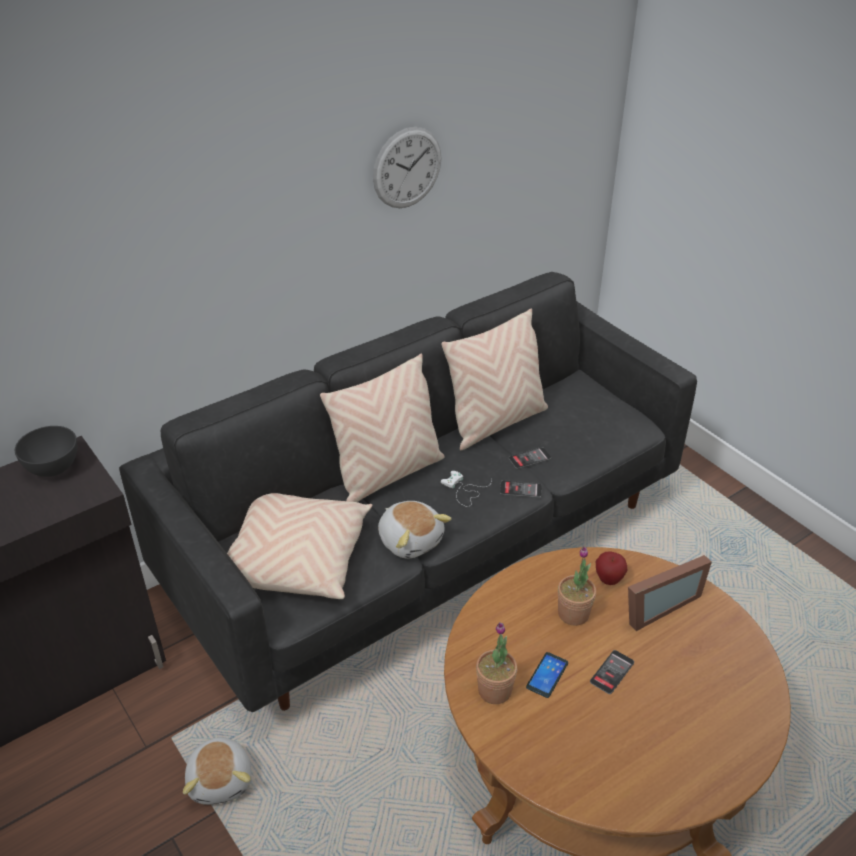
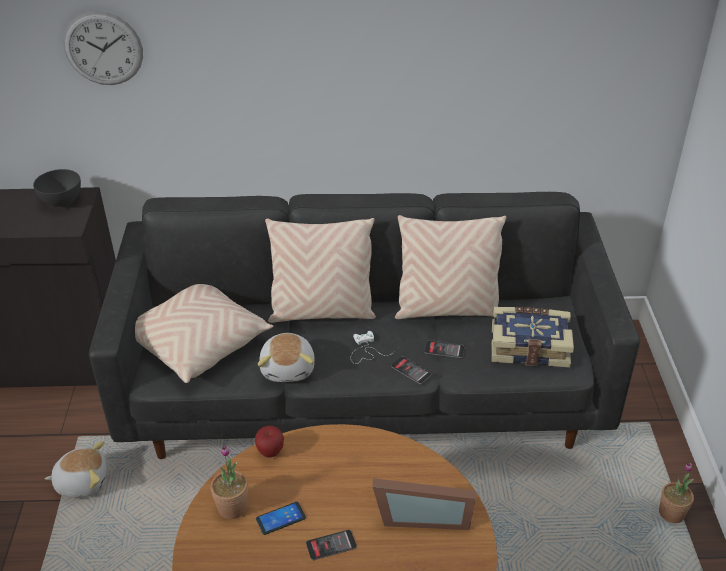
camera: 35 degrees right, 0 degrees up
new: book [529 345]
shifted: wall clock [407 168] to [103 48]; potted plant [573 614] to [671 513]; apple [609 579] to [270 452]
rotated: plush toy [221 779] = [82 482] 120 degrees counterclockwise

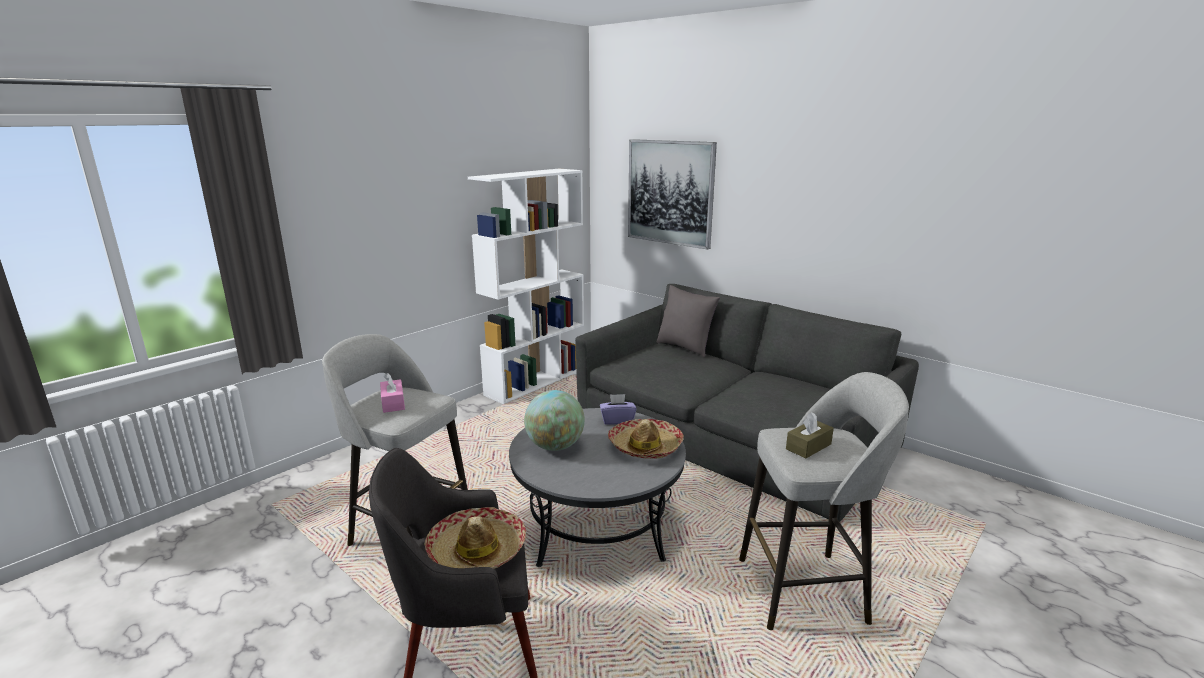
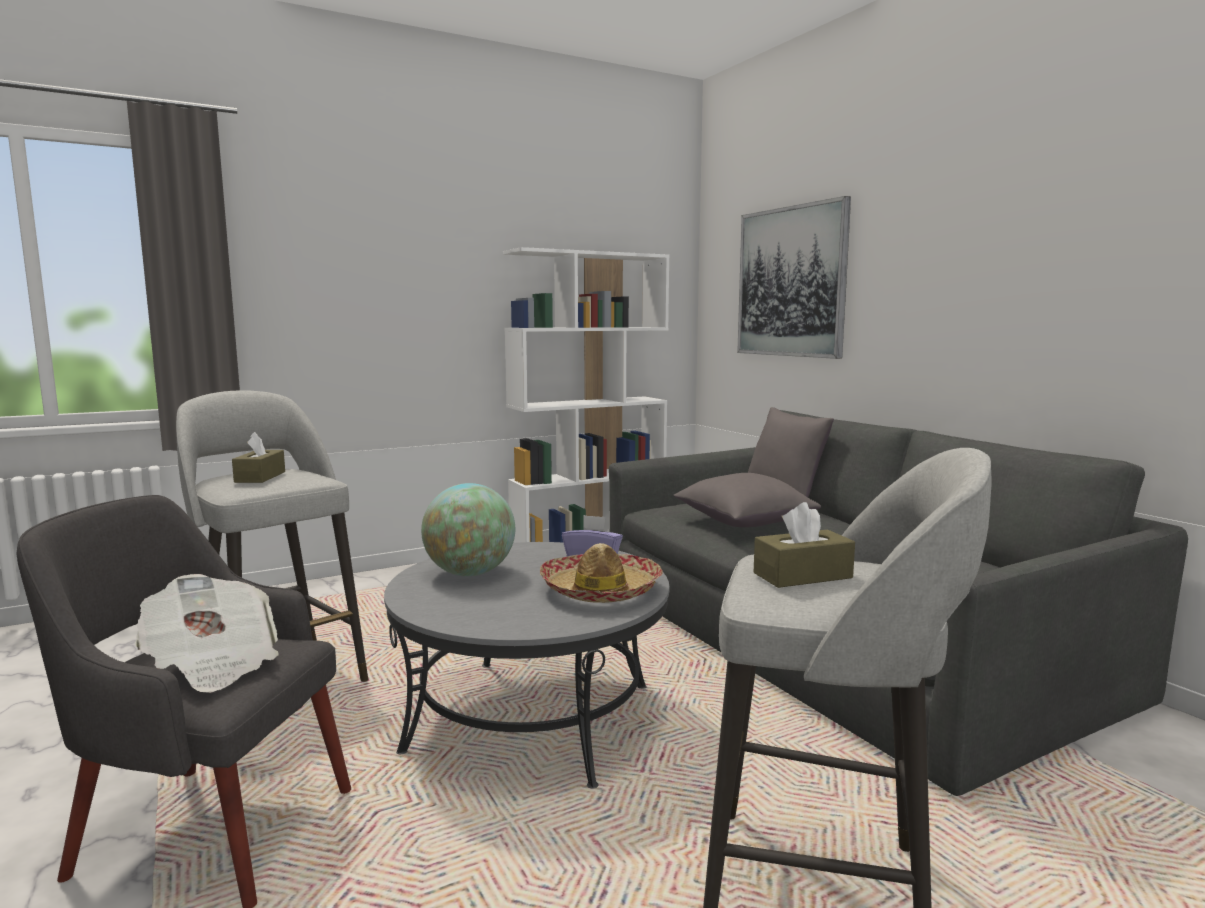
camera: 20 degrees right, 10 degrees down
new: pillow/grey [744 523]
swapped: hat [476 550] to newspaper [213 663]
repainted: tissue box/pink [393 403] to tissue box/brown [260 477]

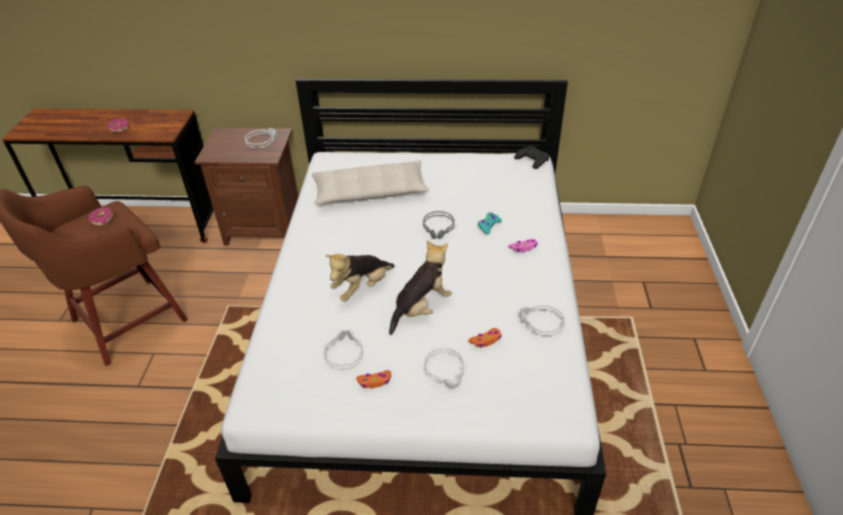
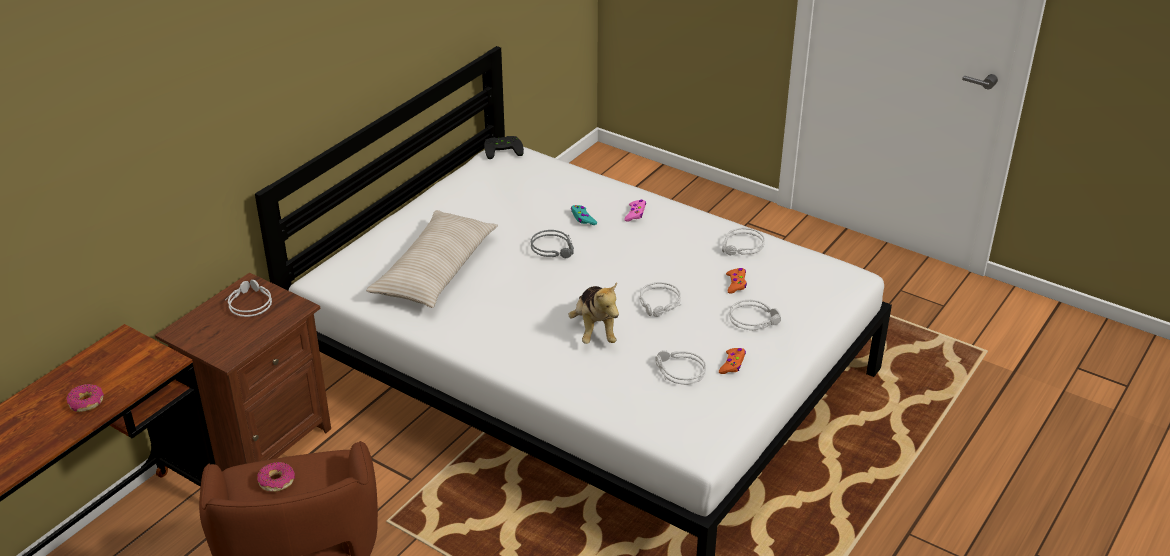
camera: 60 degrees left, 5 degrees down
swapped: plush toy [421 308] to headphones/grey [660 304]

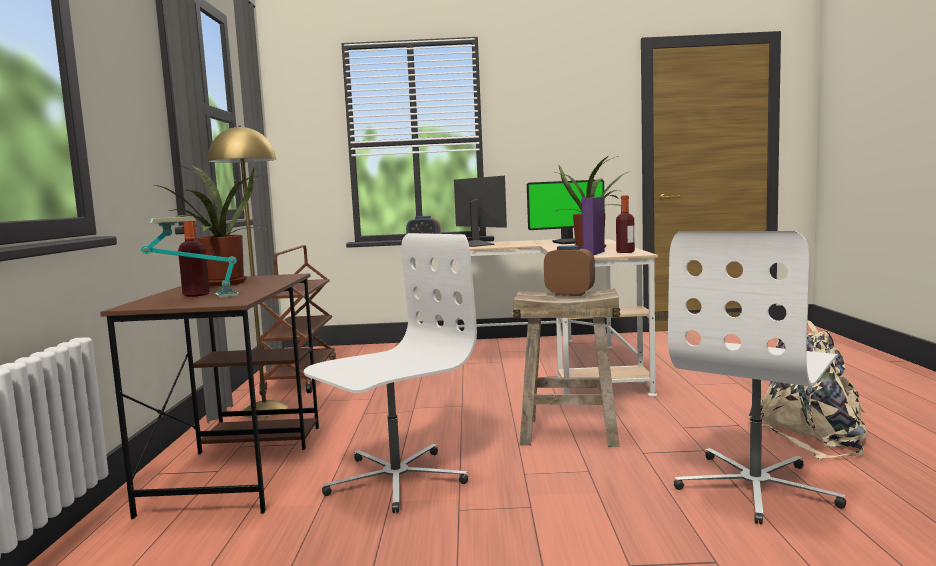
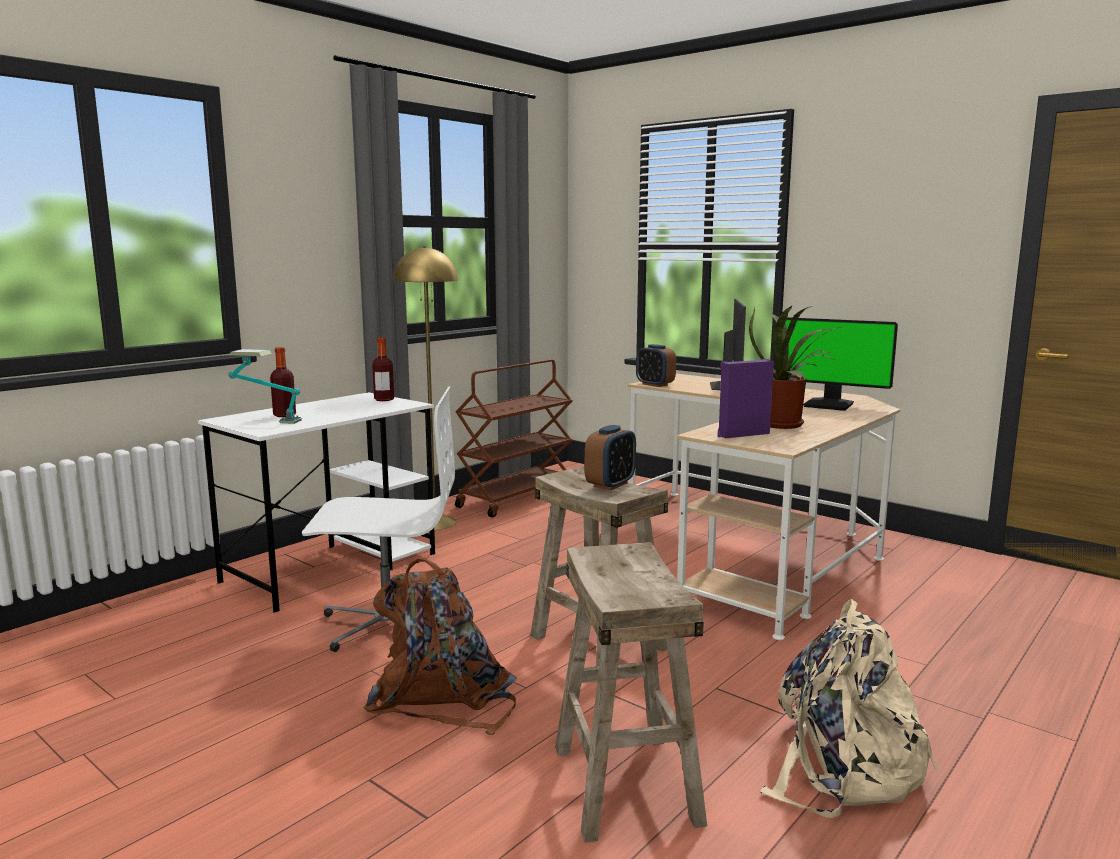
camera: 40 degrees right, 5 degrees up
gone: potted plant [220 284]
new: backpack/brown [443 698]
shifted: bottle [625 252] to [384 399]
swapped: office chair/white [756 487] to stool/beige [624 783]
repainted: desk/brown [240 465] to desk/white [332 567]
rotated: alarm clock [570 294] = [610 485] 60 degrees clockwise

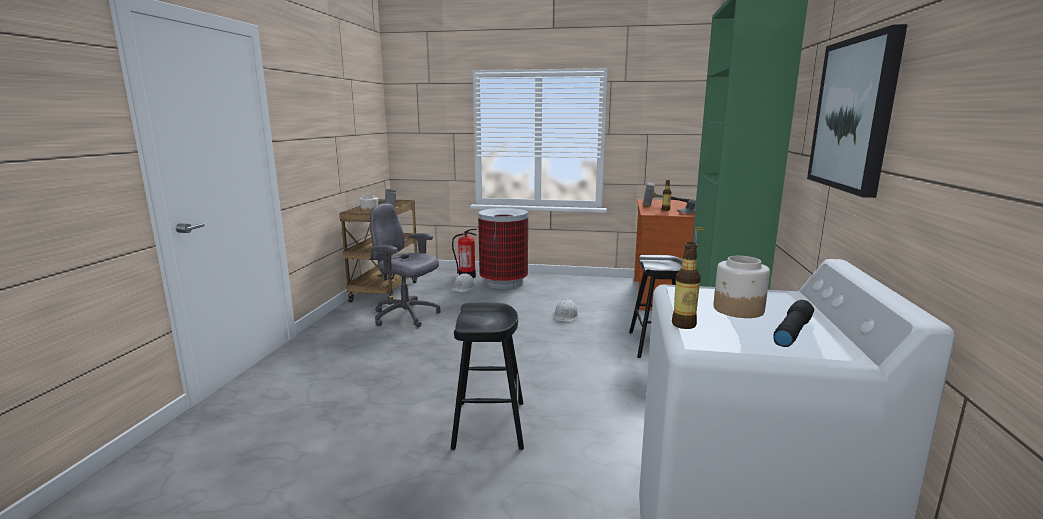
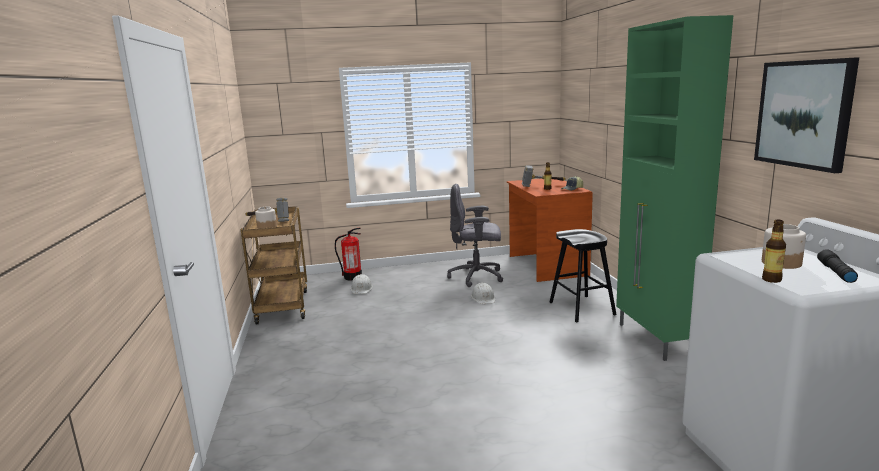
camera: 20 degrees left, 0 degrees up
gone: stool/black [489 424]; trash can [503 283]
shifted: office chair/grey [406 316] to [477 277]

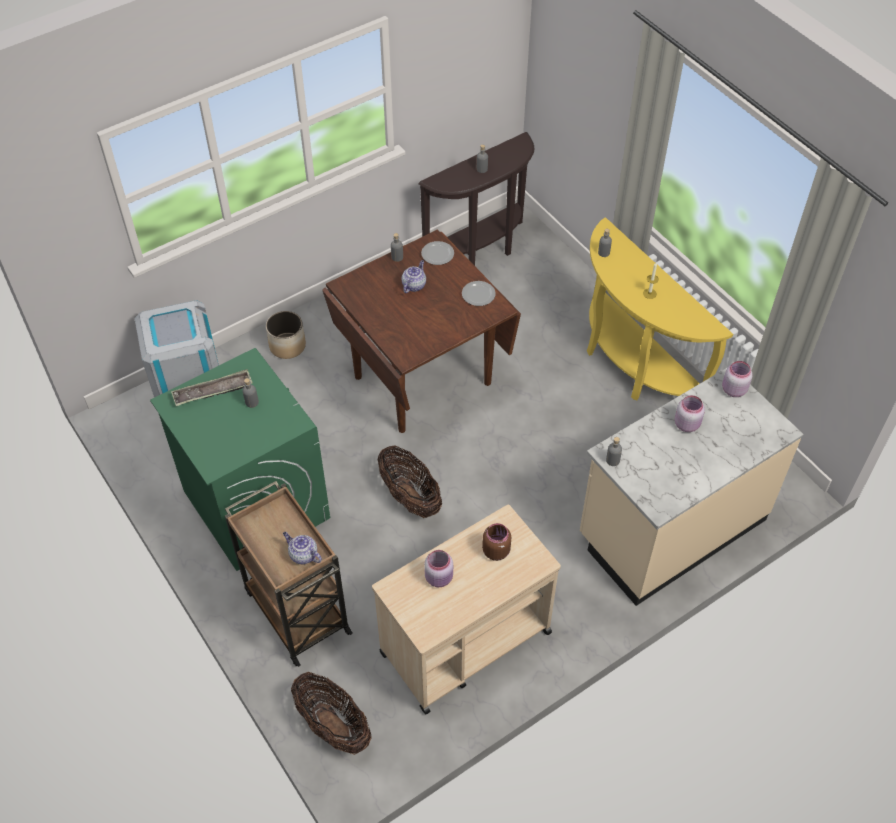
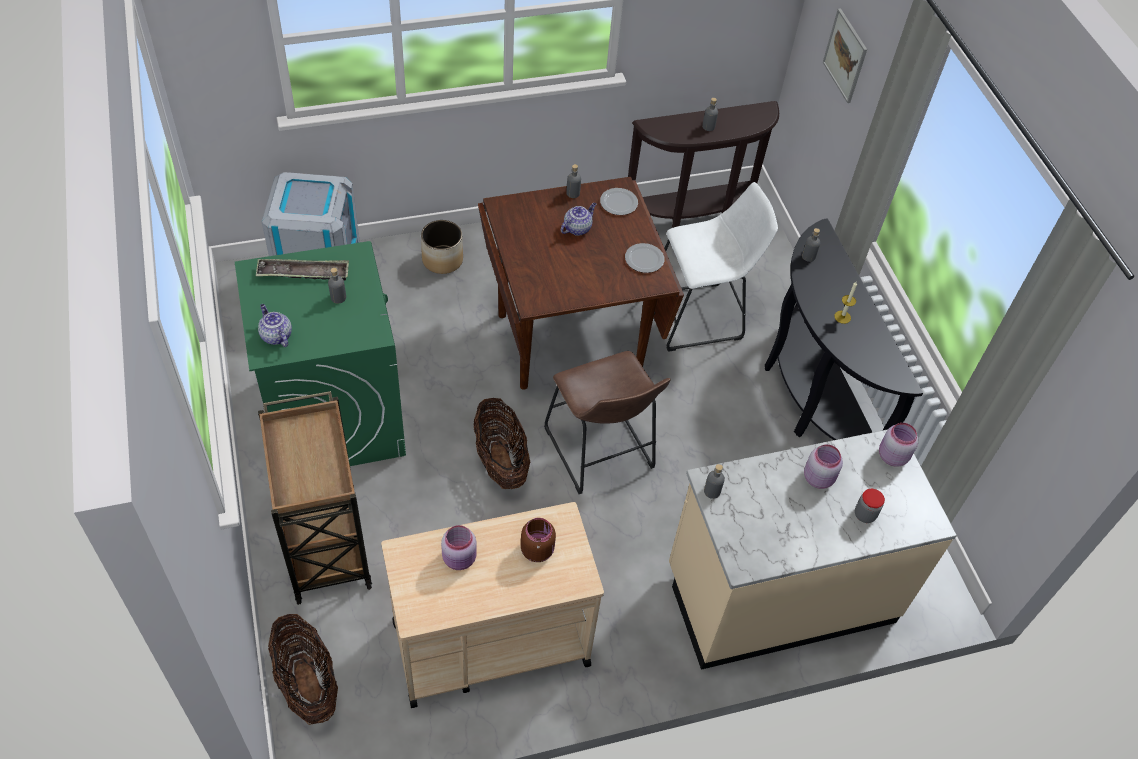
camera: 15 degrees right, 0 degrees up
new: stool/brown [600 454]; stool/white [700 316]; picture [845 55]; jar [864 515]
shifted: teapot [302 555] to [276 336]
repainted: console table/yellow [631 363] to console table/black [809 394]

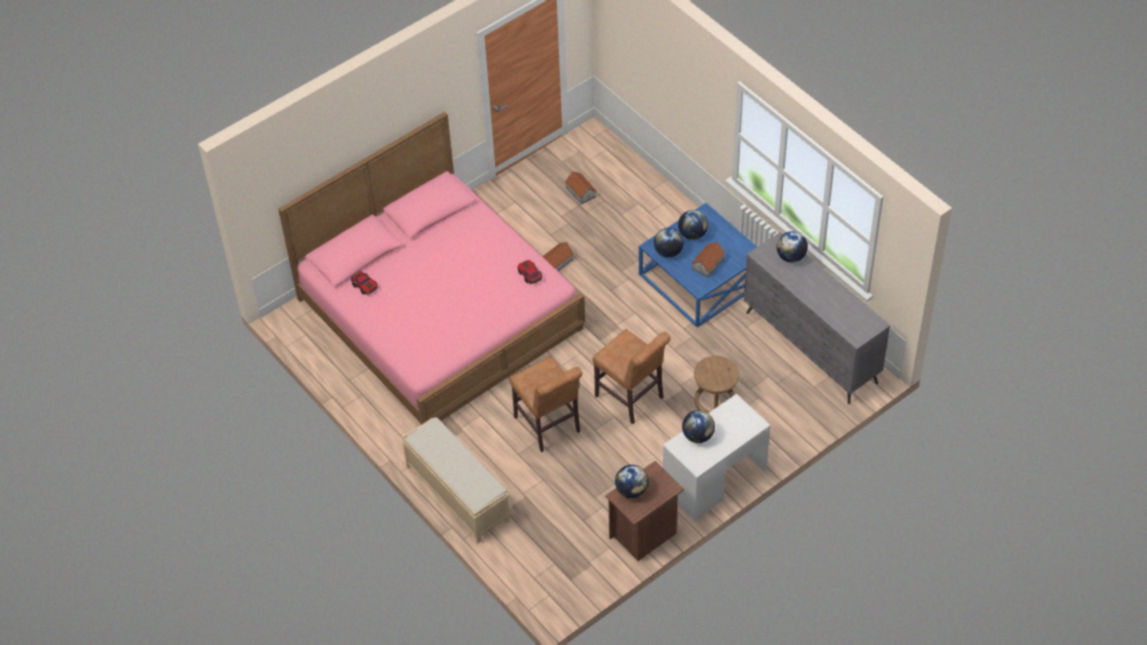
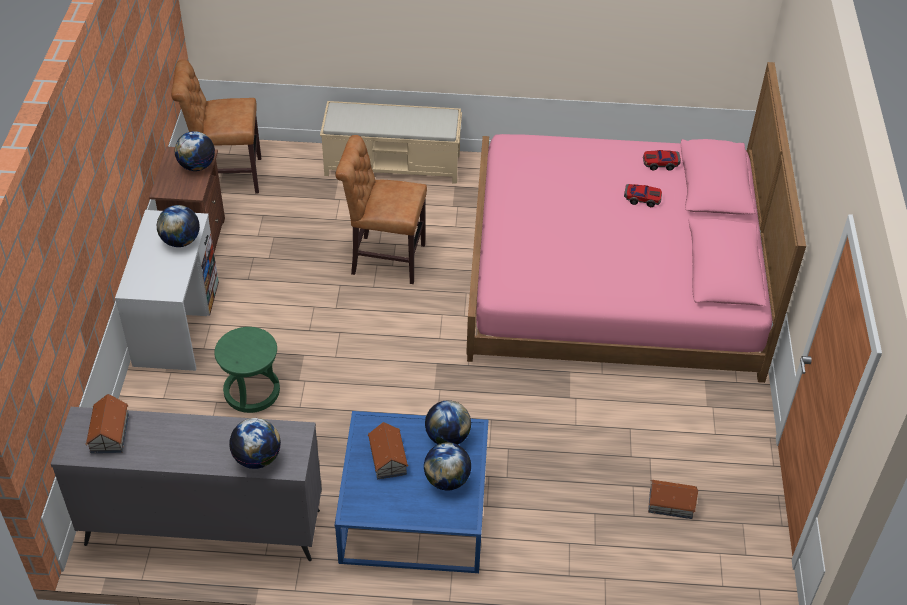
camera: 130 degrees right, 5 degrees down
shifted: toy car [530 275] to [642 198]; toy house [556 262] to [110 433]; chair/brown [631 399] to [225 176]
repainted: stool/brown [715 401] to stool/green [251 391]

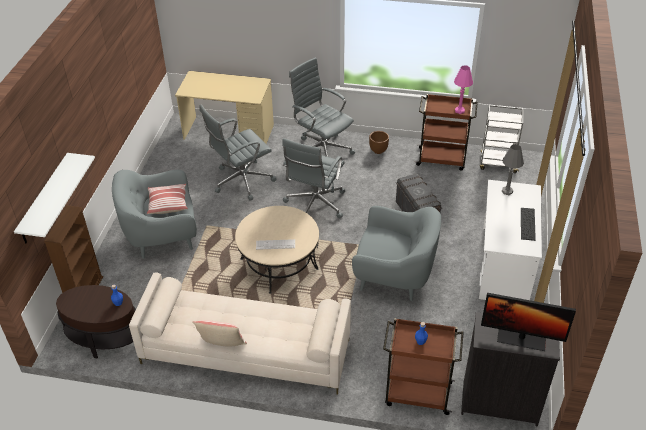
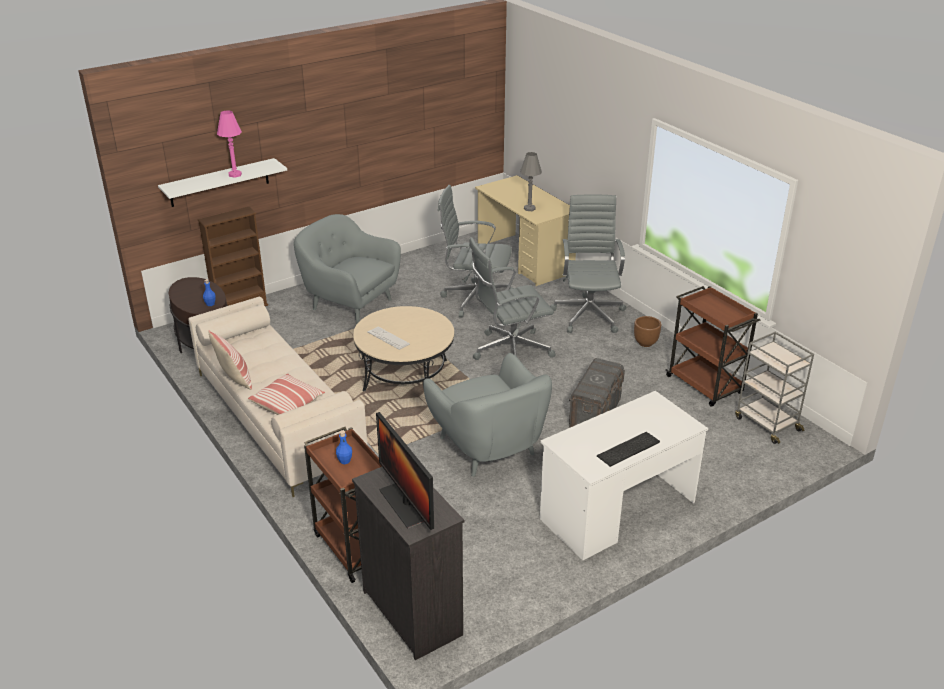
camera: 45 degrees right, 10 degrees down
shifted: pillow [168 204] to [288 404]; table lamp/pink [459 111] to [235 175]; table lamp/grey [507 191] to [529 209]

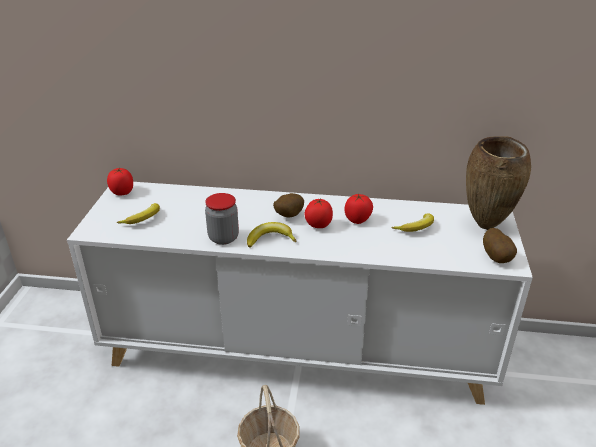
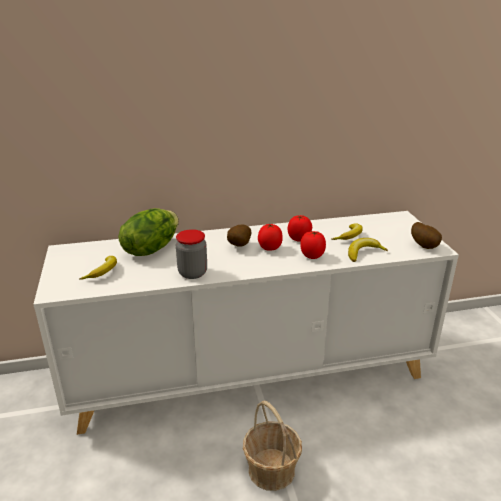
camera: 20 degrees left, 5 degrees down
gone: vase/brown [487 226]
new: lettuce [151 248]
shifted: tomato [122 192] to [312 256]; banana [270 239] to [363 253]

